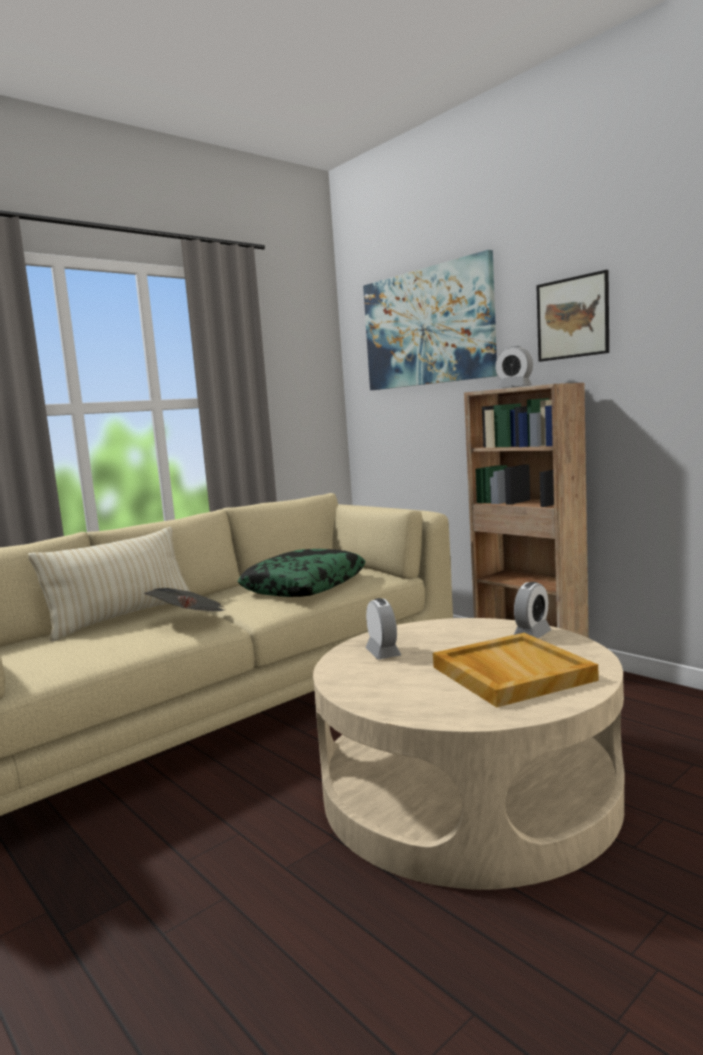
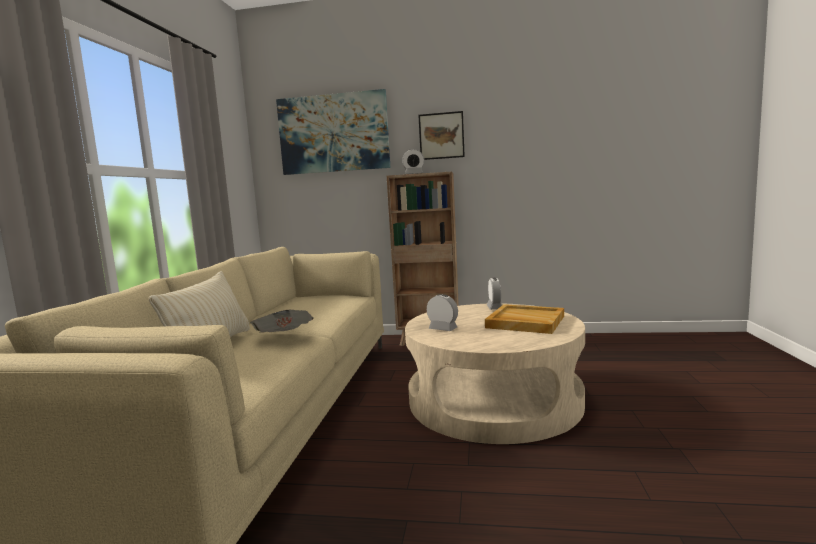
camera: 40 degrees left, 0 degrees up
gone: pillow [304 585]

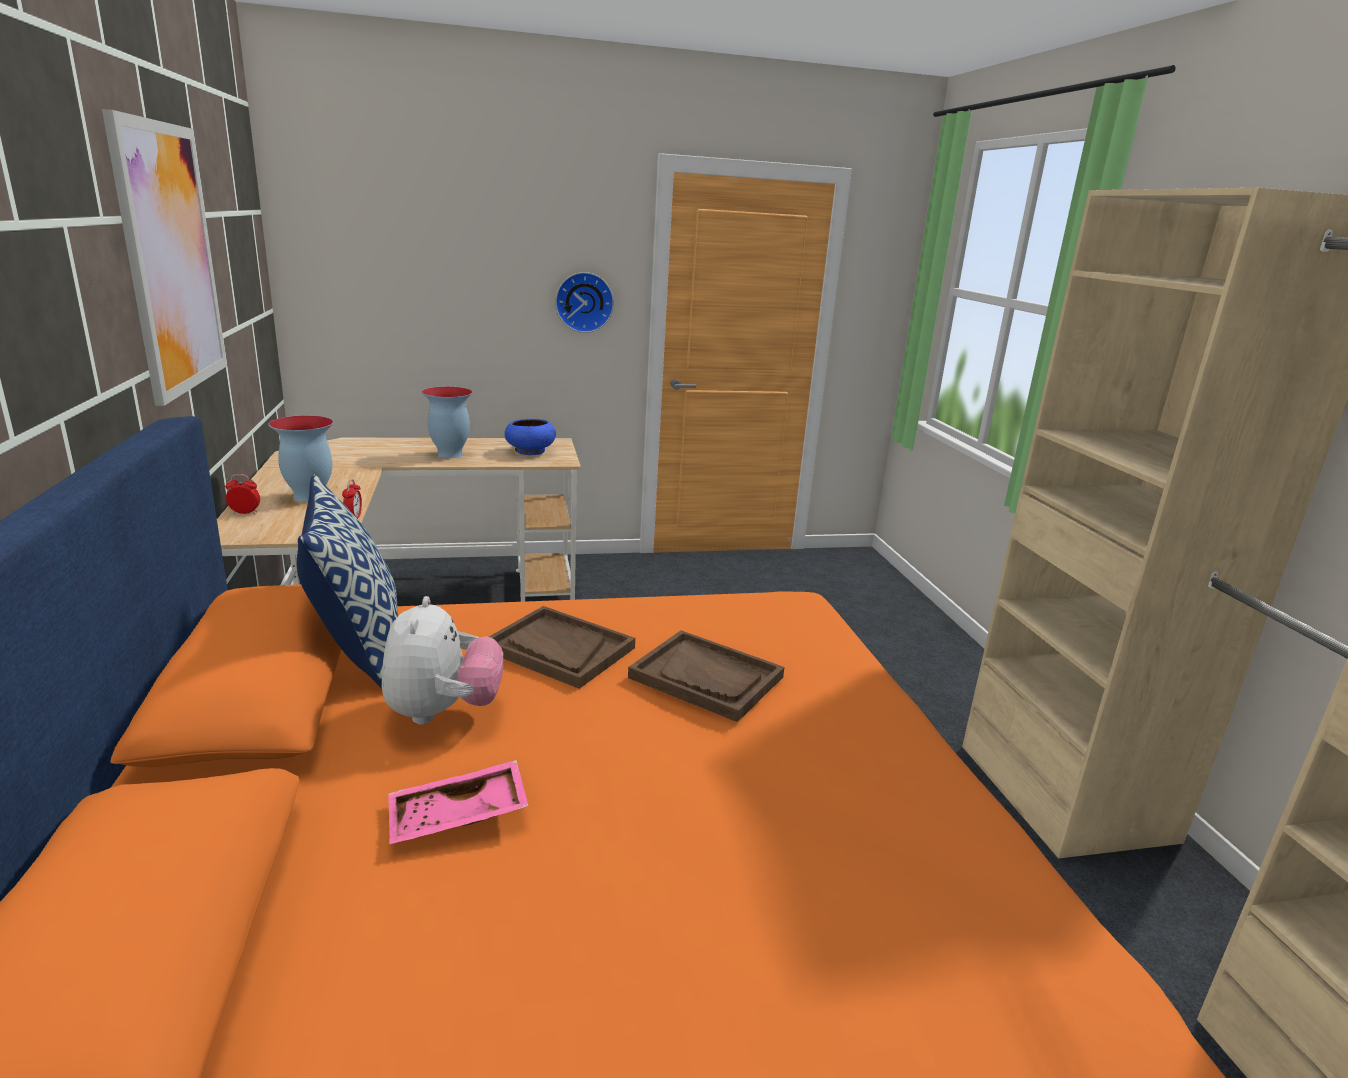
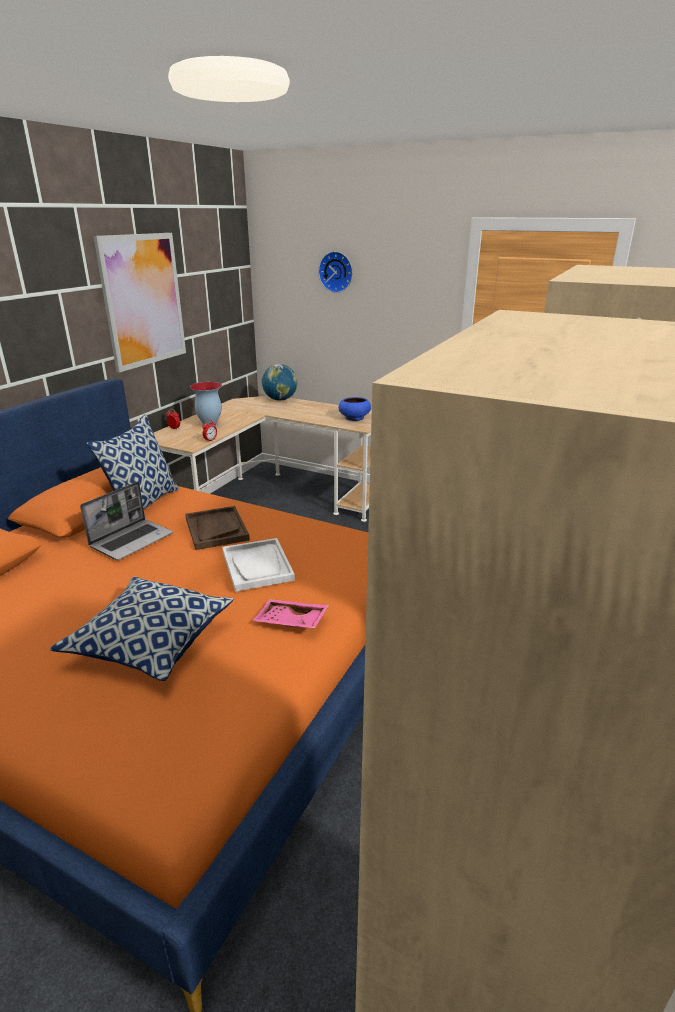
camera: 40 degrees right, 5 degrees up
gone: vase [449 454]
new: pillow [150 641]; globe [280 400]
shifted: tray/pink [458 818] to [290 622]; wall clock [584 302] to [336 272]
swapped: plush toy [443 712] to laptop [132 540]
repainted: tray/brown [706 677] to tray/white [257 566]

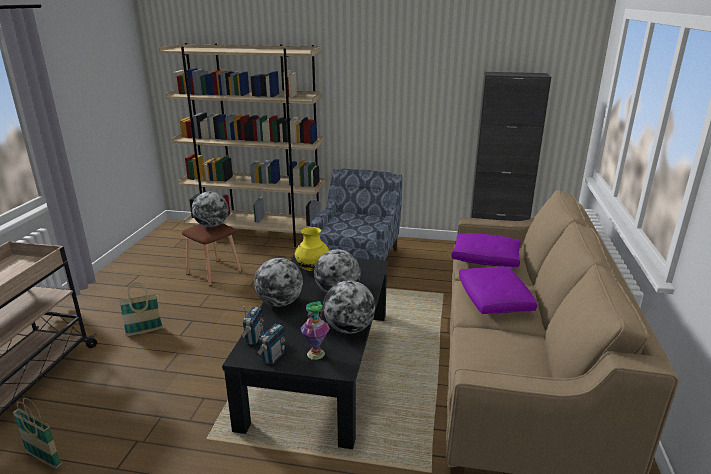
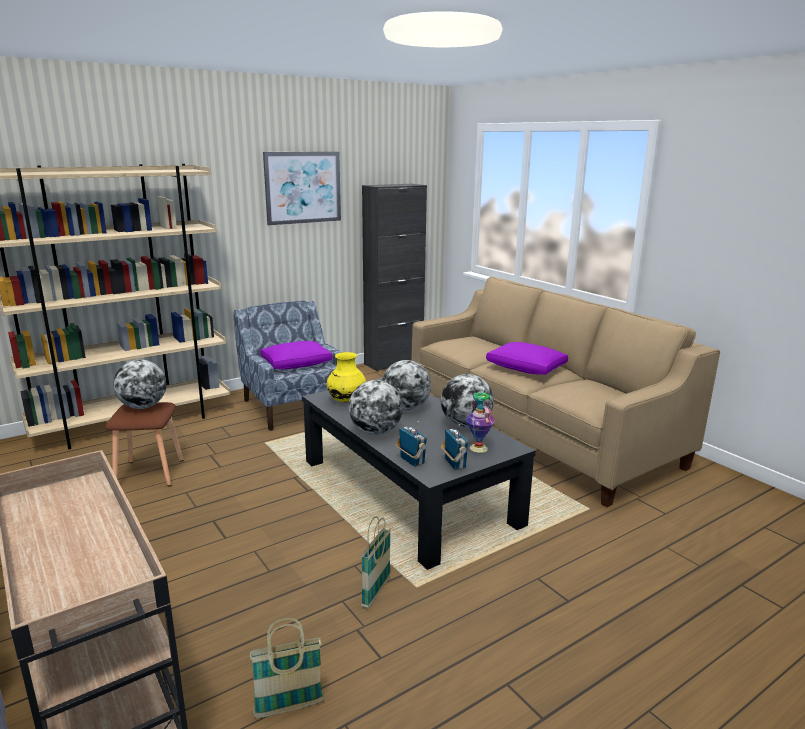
camera: 45 degrees left, 5 degrees down
new: picture [303 187]
shifted: basket [144 331] to [376 592]; pillow/purple [486 259] to [297 364]

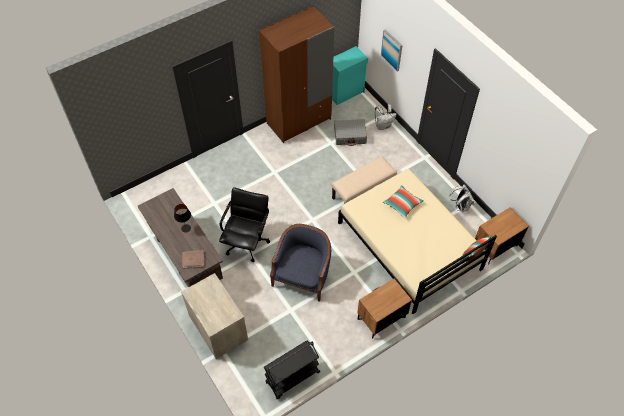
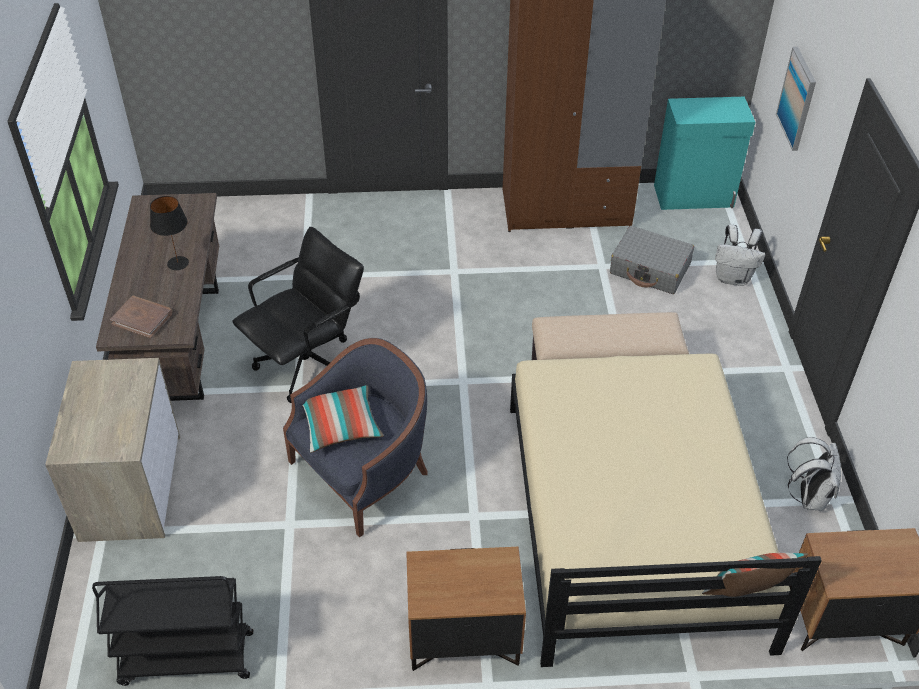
camera: 30 degrees right, 10 degrees down
shifted: pillow [402 204] to [340 426]

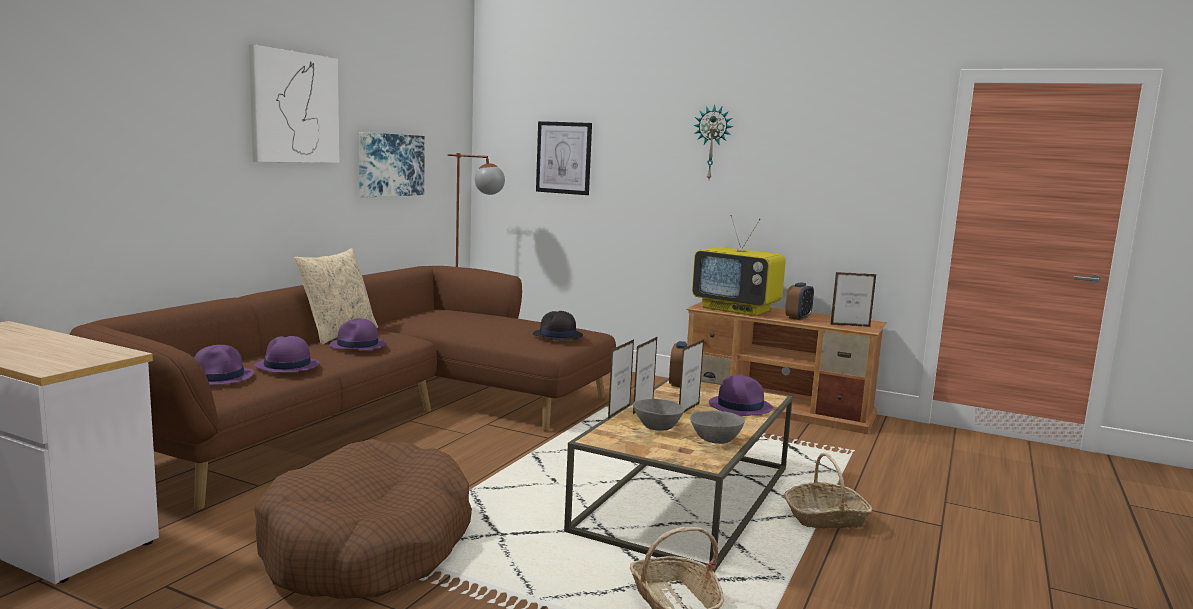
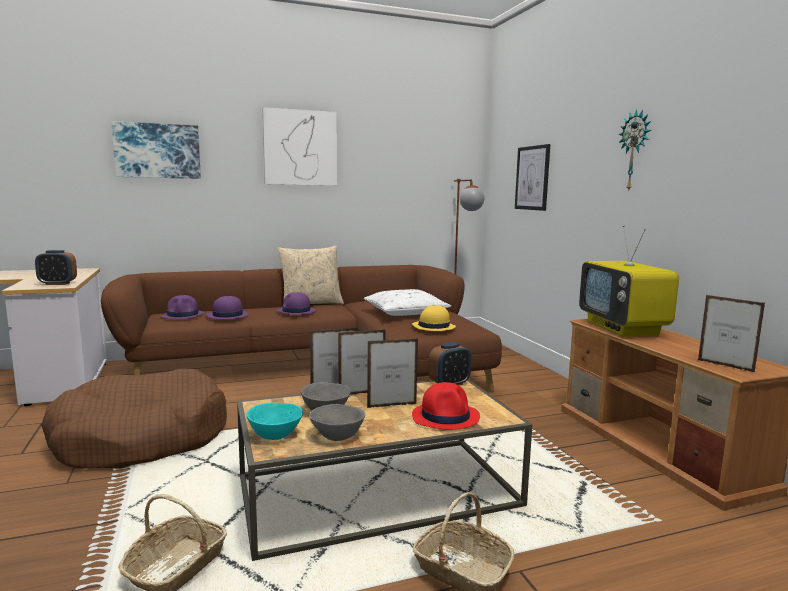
camera: 45 degrees right, 0 degrees up
new: bowl/turquoise [275 434]; pillow/white [405 312]
shifted: picture [390 165] to [157 151]; alarm clock [798 318] to [57 284]
repainted: hat/black [557 335] to hat/yellow [433 326]; hat/purple [740 406] to hat/red [446 416]

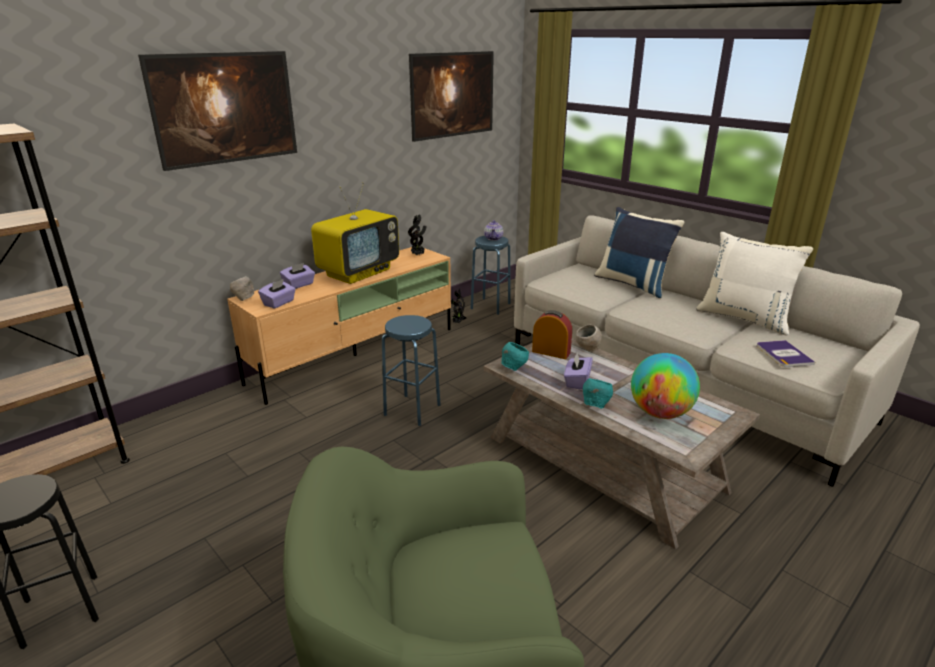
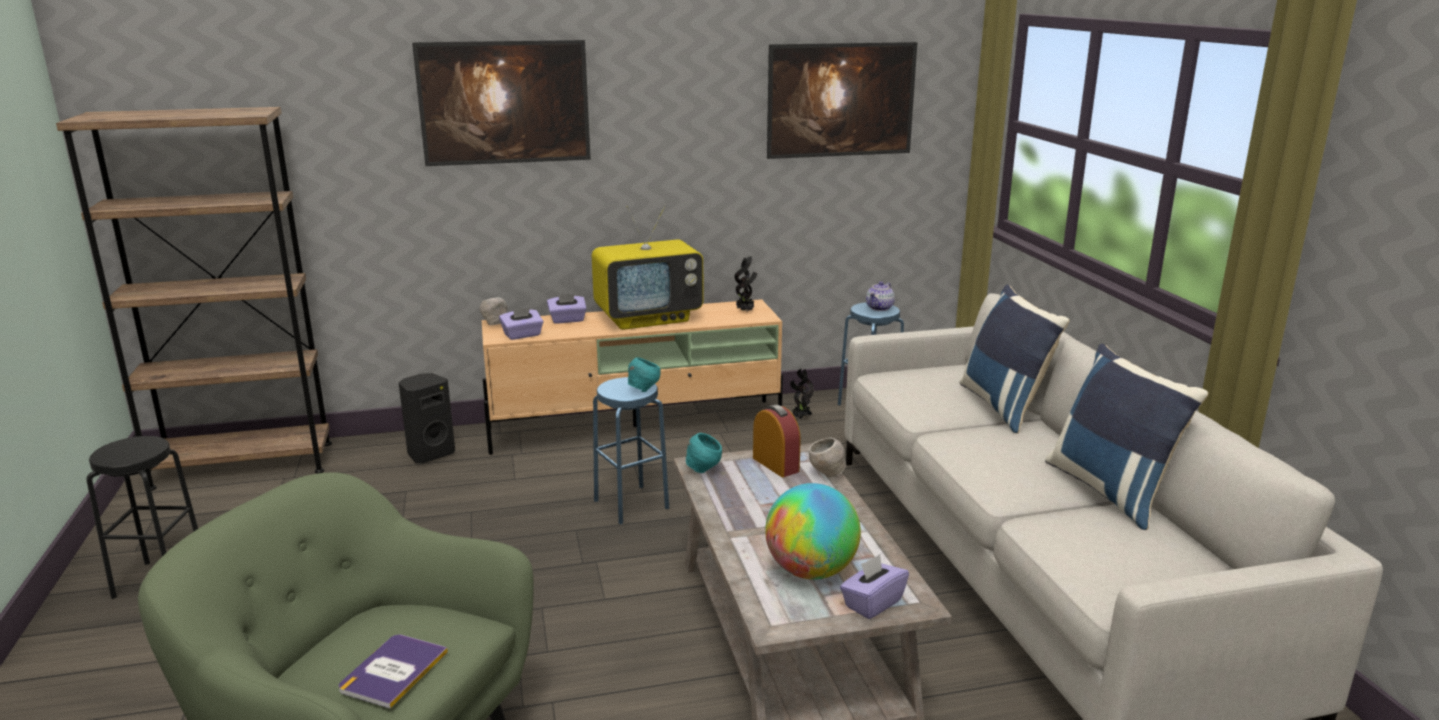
camera: 30 degrees right, 5 degrees down
new: speaker/black [430 454]
shifted: tissue box/purple [577 381] to [872 603]; bowl/turquoise [595 406] to [643 390]; book [783 354] to [393 671]
repainted: pillow/white [744 318] to pillow/blue [1111 491]

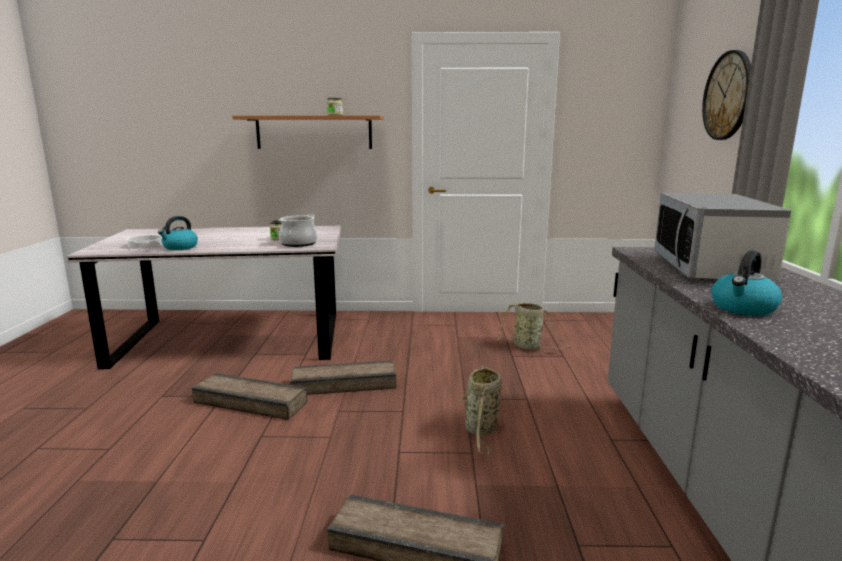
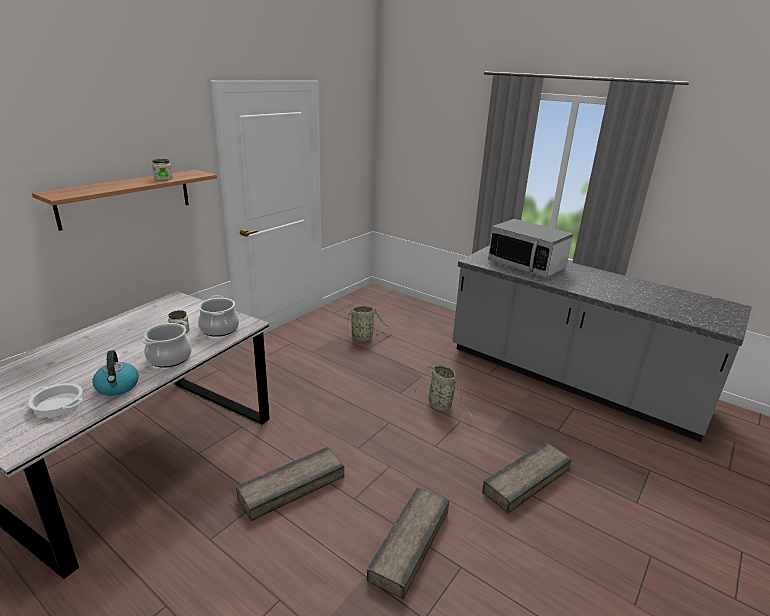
camera: 55 degrees left, 10 degrees up
gone: wall clock [728 96]; kettle [743 308]
new: cooking pot [169 358]
shifted: crate [344 383] to [408 543]

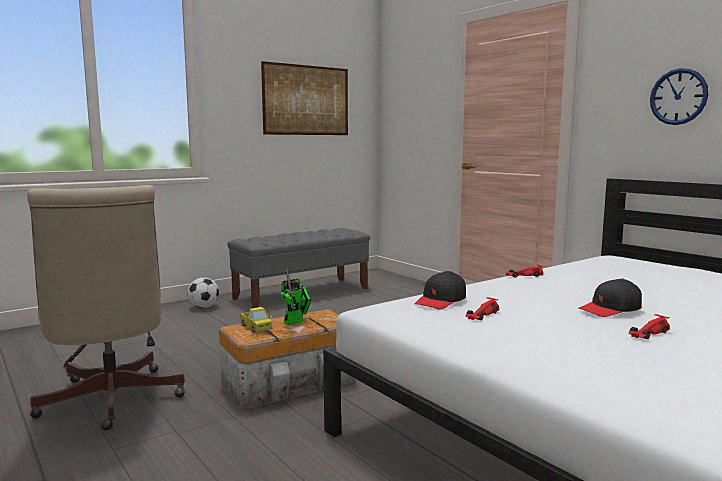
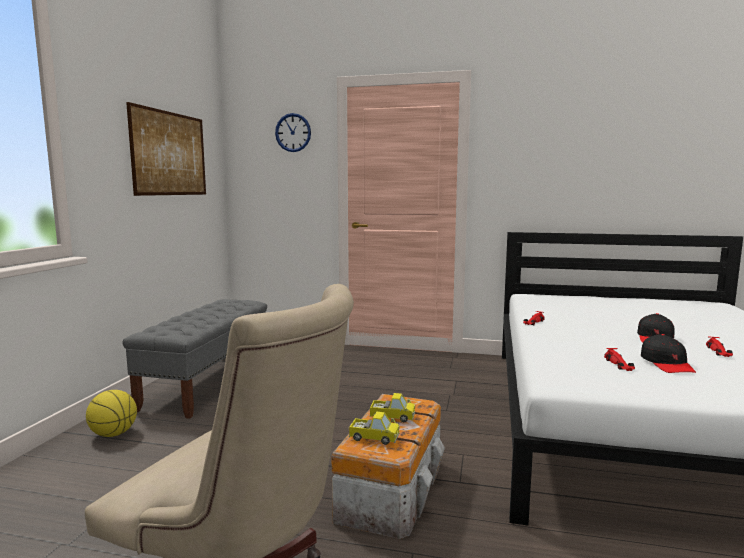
camera: 40 degrees left, 0 degrees up
shifted: cap/black [441 301] to [667 364]; wall clock [678 96] to [293 132]
swapped: football [204 307] to basketball [113 434]; toy robot [296 321] to toy truck [392 417]

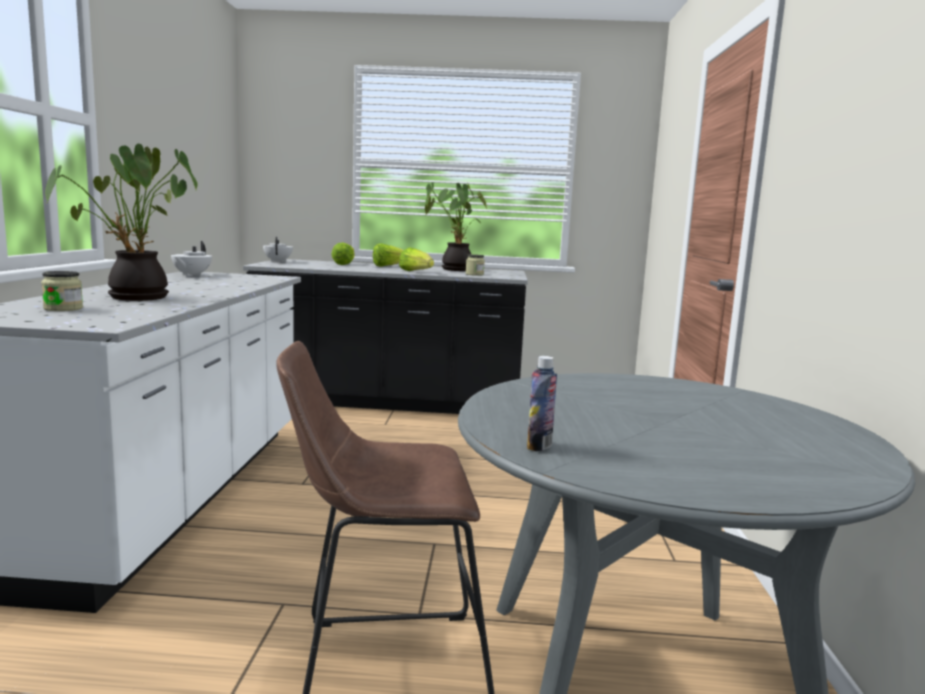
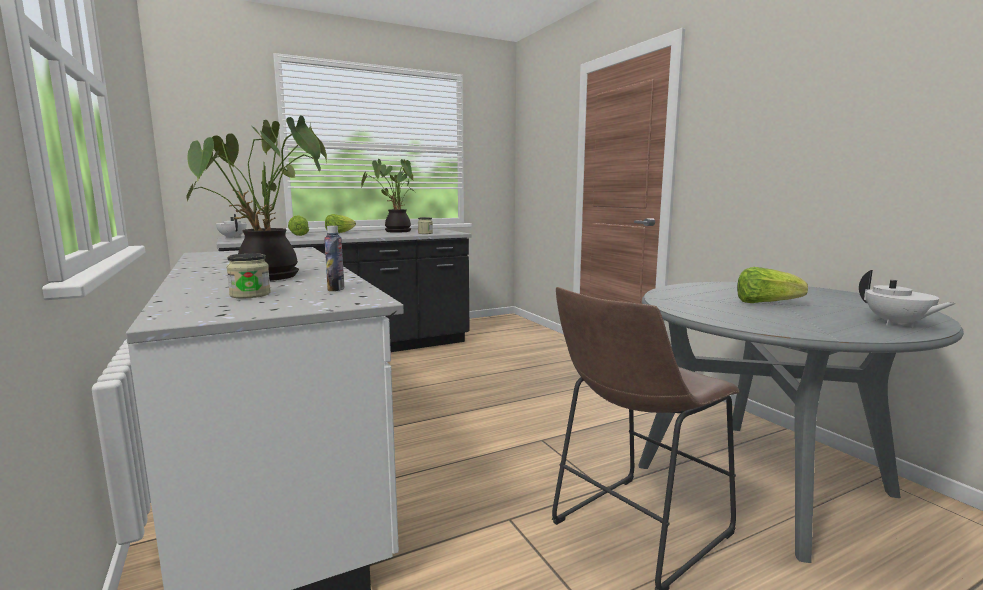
camera: 30 degrees left, 0 degrees up
shifted: teapot/white [191 275] to [897 324]; lettuce [415 272] to [765 303]; bottle [539 446] to [336 289]

